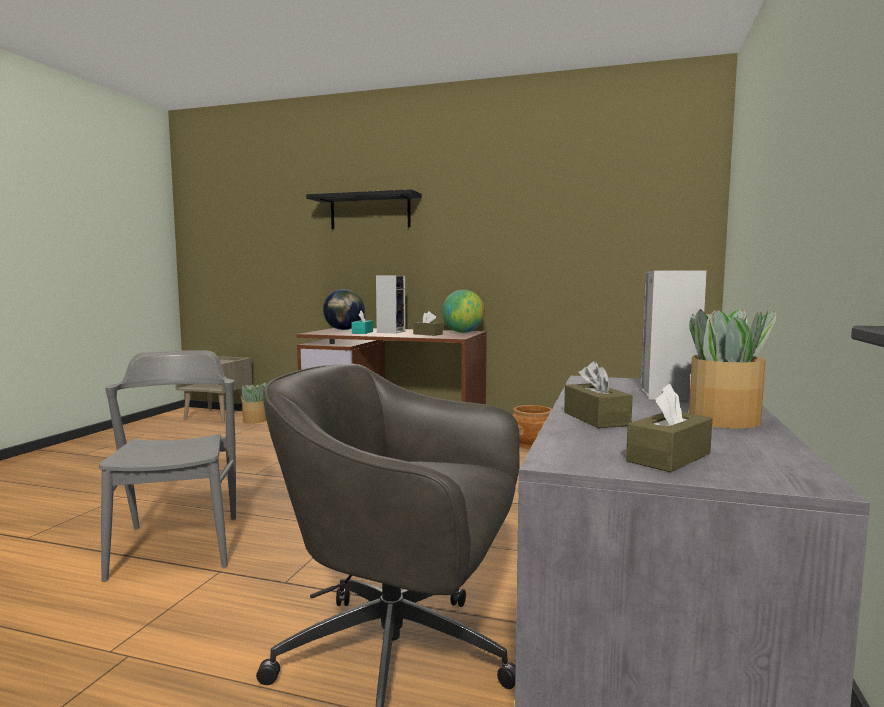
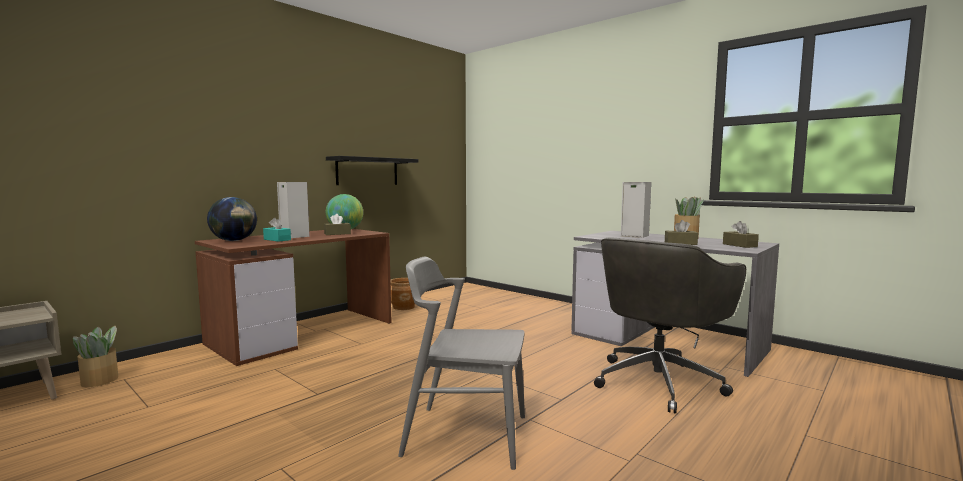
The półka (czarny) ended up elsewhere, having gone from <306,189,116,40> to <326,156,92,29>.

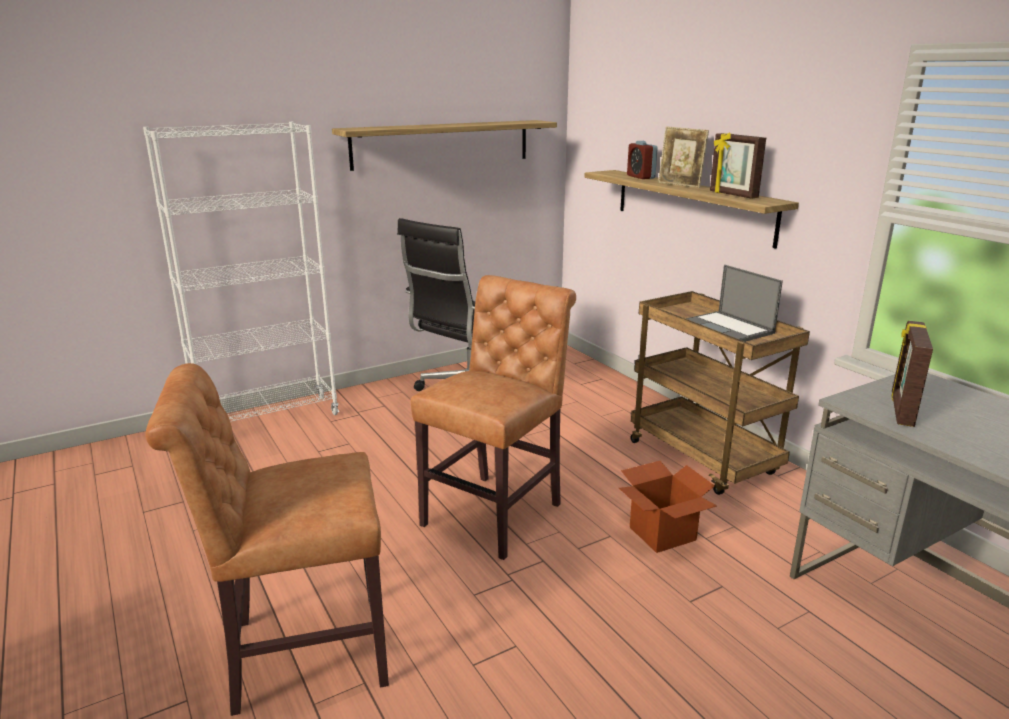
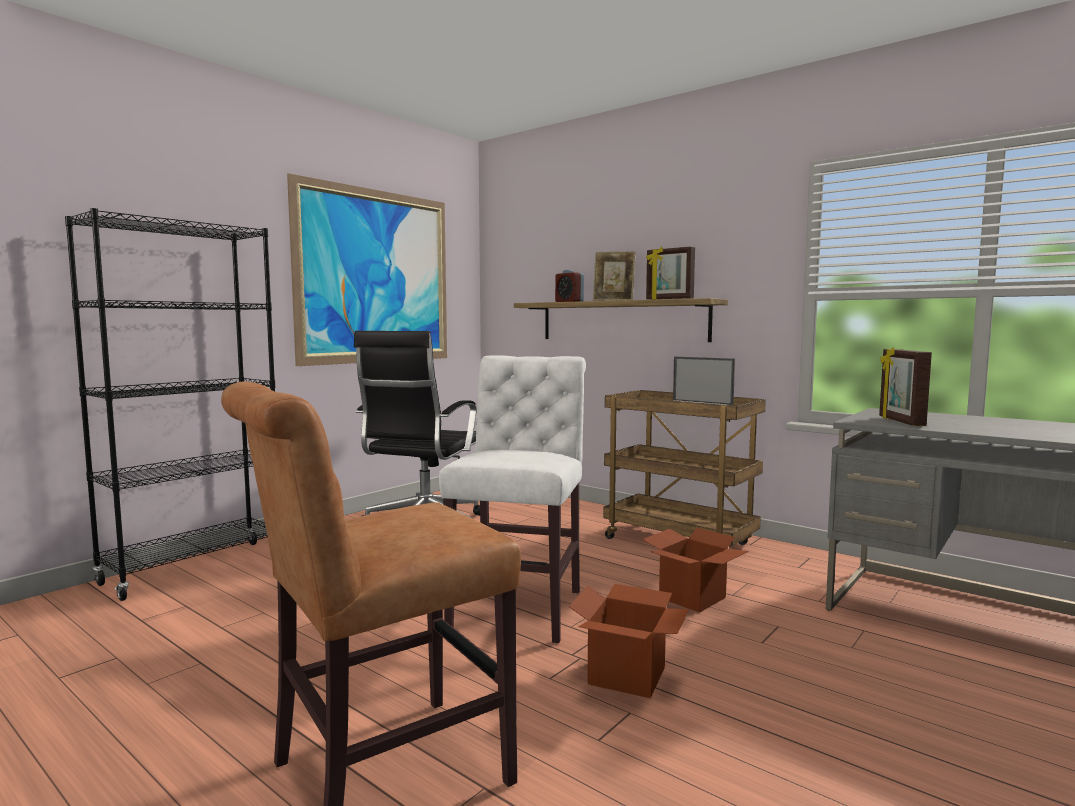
What was the regał (biały) at <143,122,196,300> turned into the regał (czarny) at <65,208,210,393>.
Where the półka hung at <332,120,225,51>, the obraz came to hang at <287,173,160,193>.
What was the krzesło (brązowy) at <411,275,165,285> turned into the krzesło (biały) at <439,355,147,288>.
The second view gained the karton at <569,584,120,114>.

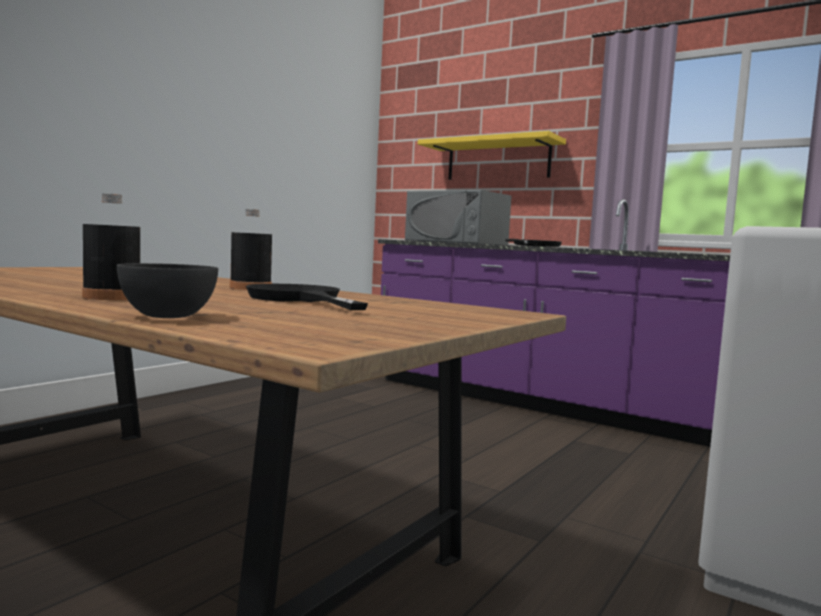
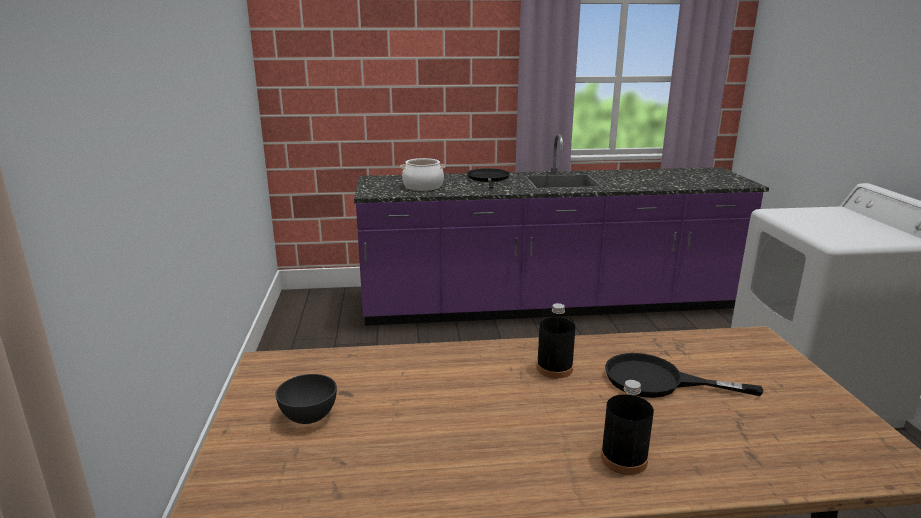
The miska (szary) ended up elsewhere, having gone from <117,263,101,55> to <276,374,61,50>.
Where the mikrofalówka (szary) stood at <405,190,106,55>, the garnek came to stand at <400,158,46,33>.
The second view lost the półka (żółty) at <418,131,148,49>.

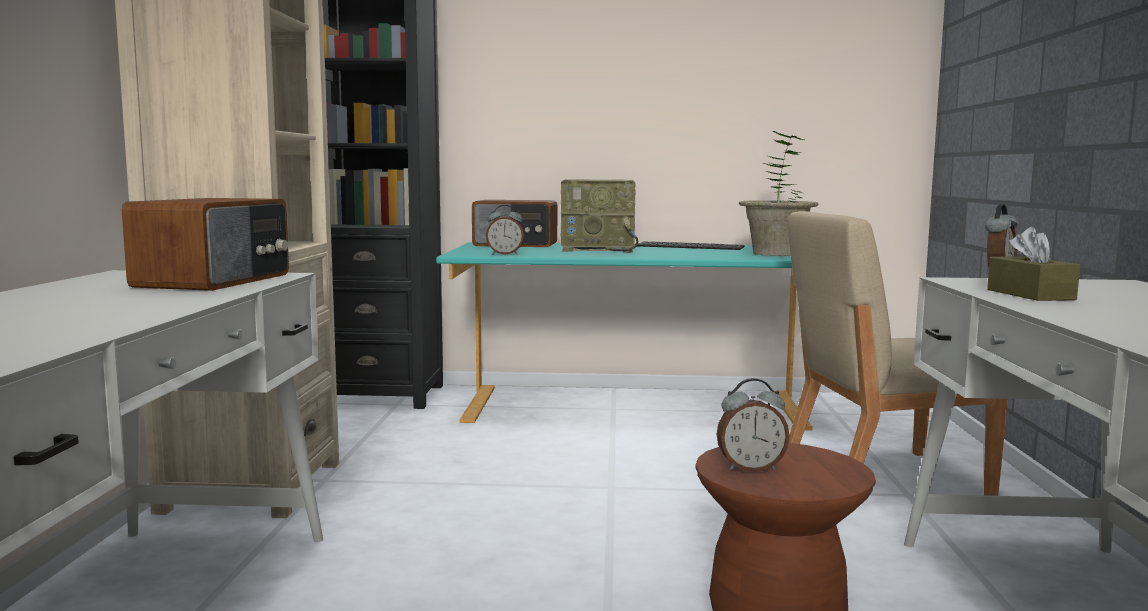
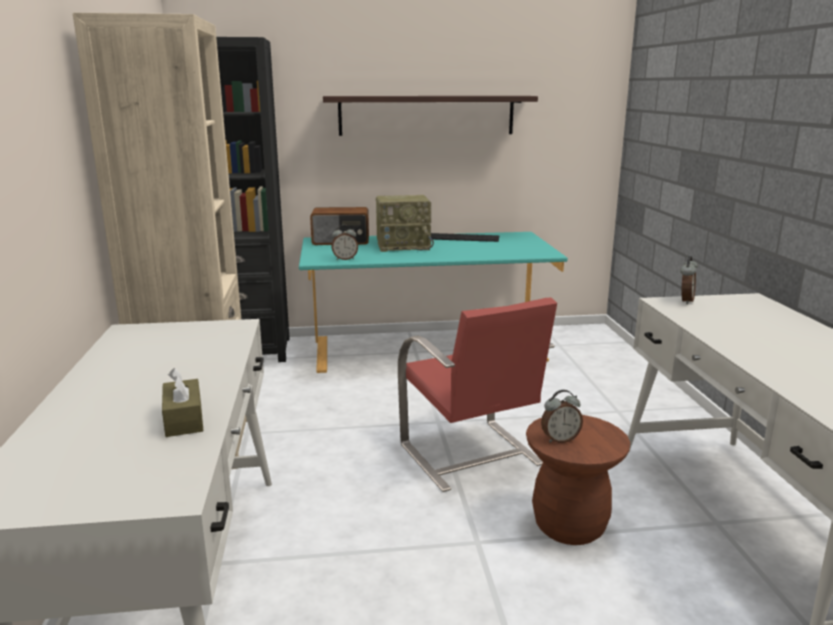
The second view lost the radio at <122,198,167,93>.
The second view lost the roślina doniczkowa at <739,131,79,125>.
The second view lost the krzesło (beżowy) at <788,211,220,285>.
The pudełko chusteczek (brązowy) ended up elsewhere, having gone from <987,227,93,74> to <162,368,41,69>.
The second view gained the półka at <323,96,215,40>.
The second view gained the krzesło (czerwony) at <398,298,159,194>.

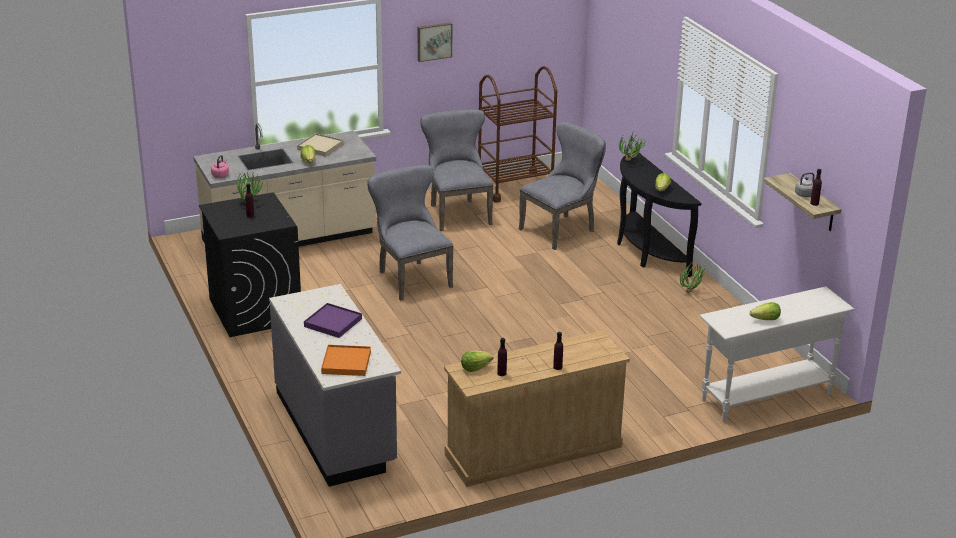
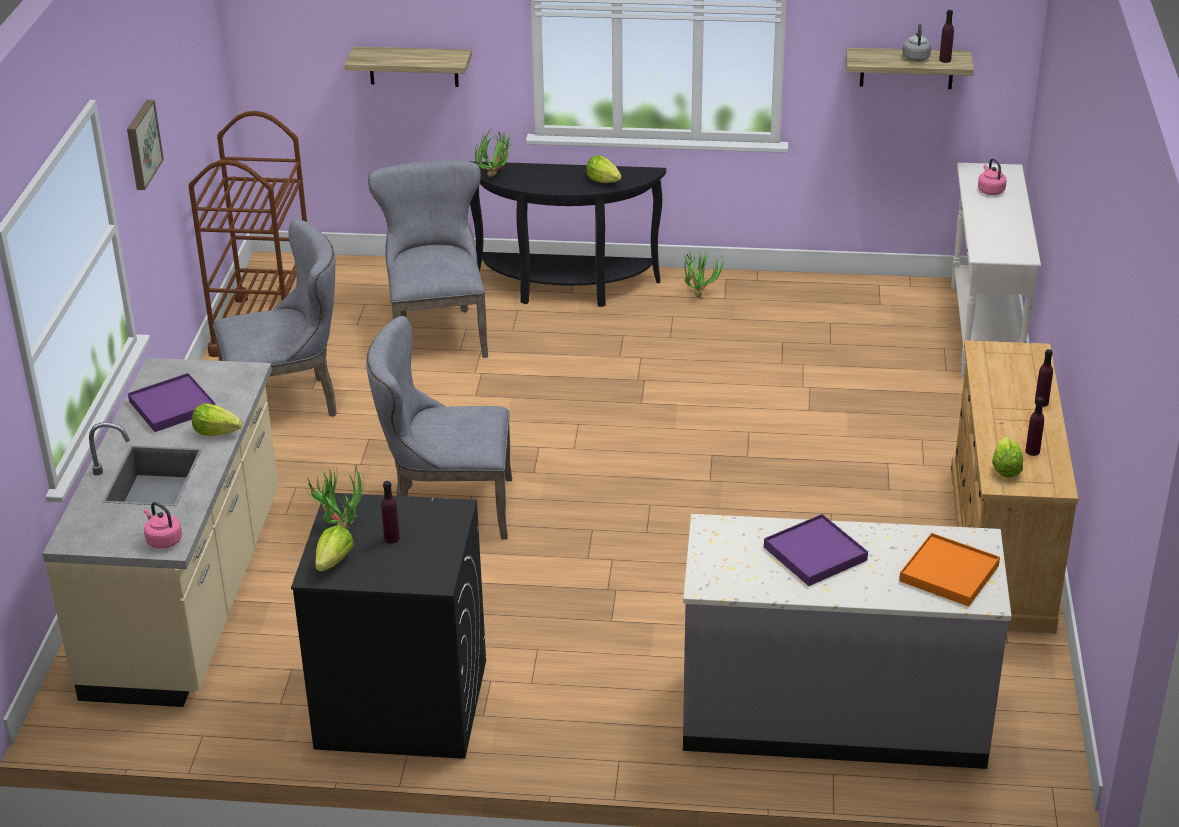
What was the taca (beżowy) at <297,133,47,24> turned into the taca (fioletowy) at <128,373,87,59>.
The krzesło (szary) at <421,110,72,121> ended up facing another way, 150 degrees clockwise from before.
The sałata ended up elsewhere, having gone from <750,302,31,18> to <315,525,39,46>.
The second view gained the półka at <345,46,127,41>.
The second view gained the czajnik (różowy) at <978,158,29,37>.

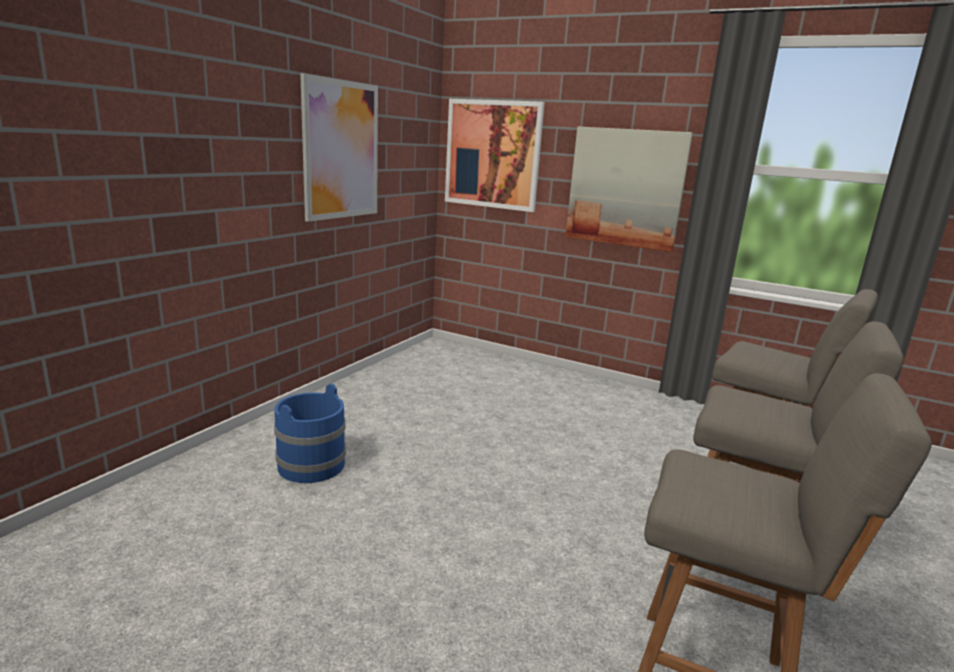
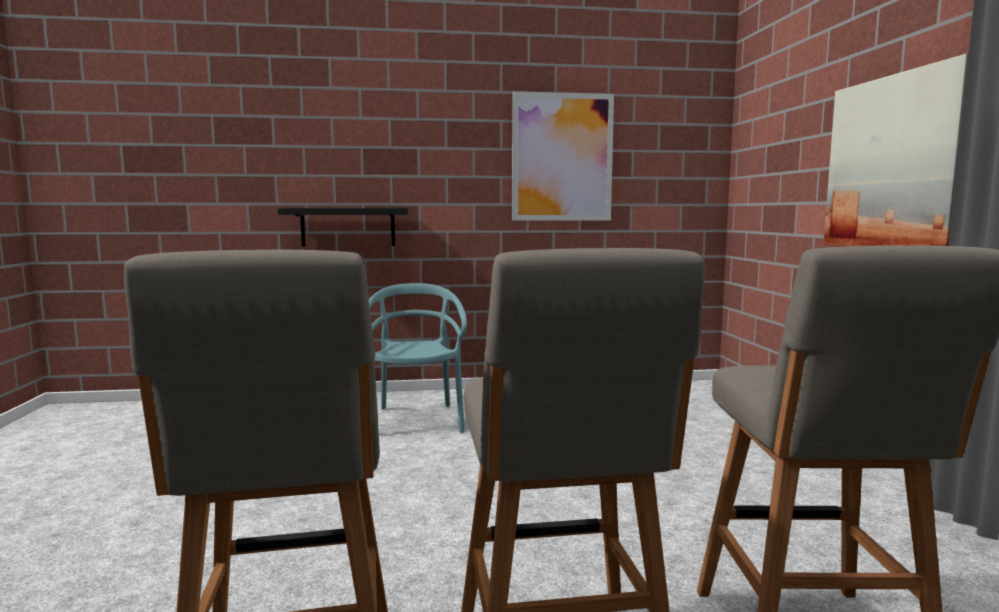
Where the wiadro (niebieski) stood at <274,383,72,100>, the krzesło (turkusowy) came to stand at <369,283,98,150>.
The second view lost the obraz at <445,99,100,113>.
The second view gained the półka (czarny) at <278,208,130,39>.

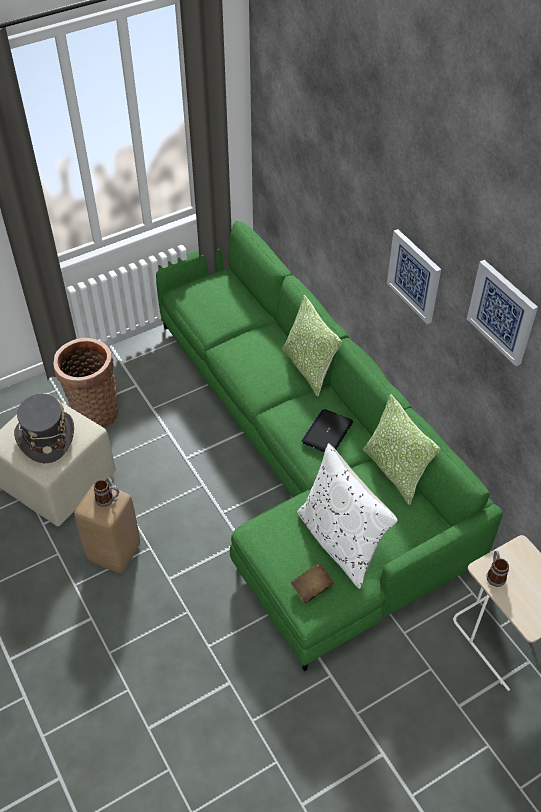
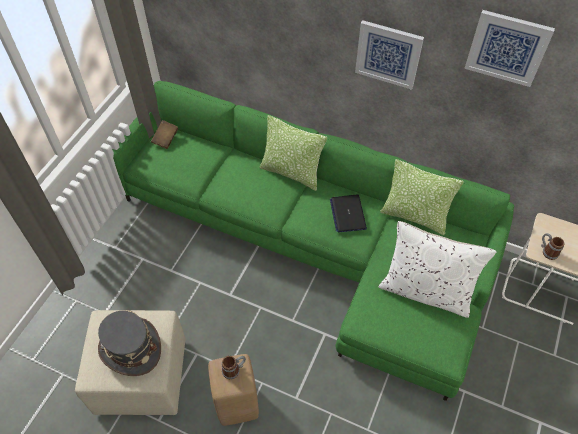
The second view lost the koszyk at <53,338,66,90>.
The książka (brązowy) ended up elsewhere, having gone from <291,562,43,41> to <151,120,27,29>.

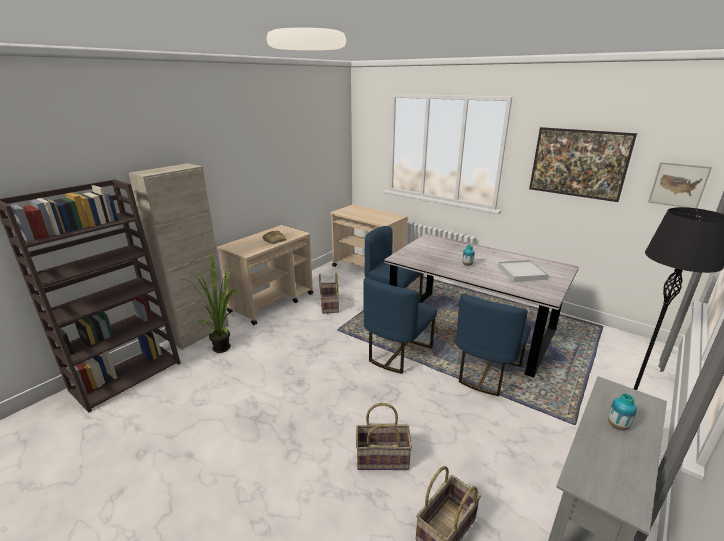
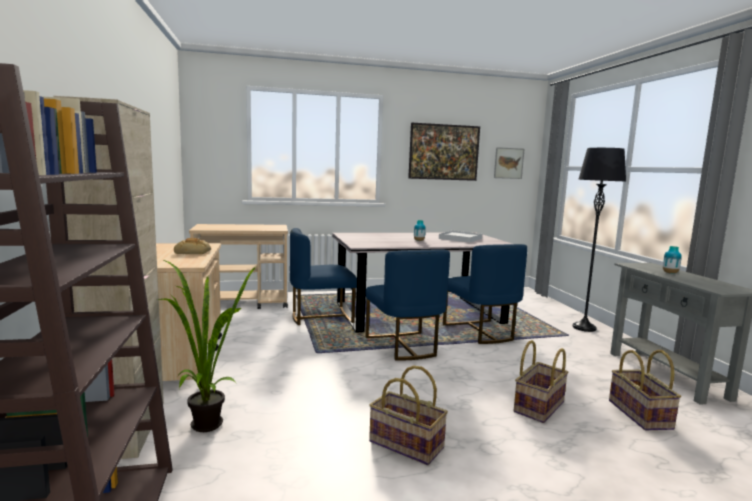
The koszyk ended up elsewhere, having gone from <319,273,20,41> to <369,365,79,100>.

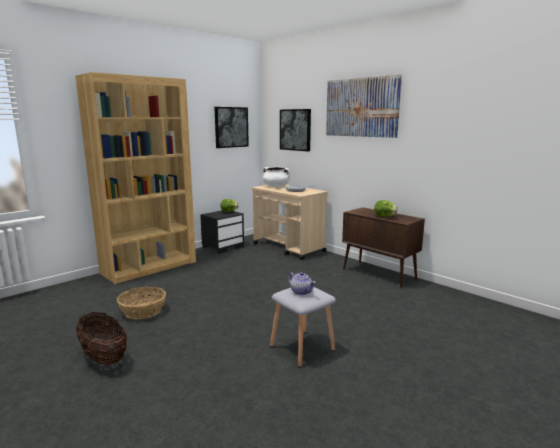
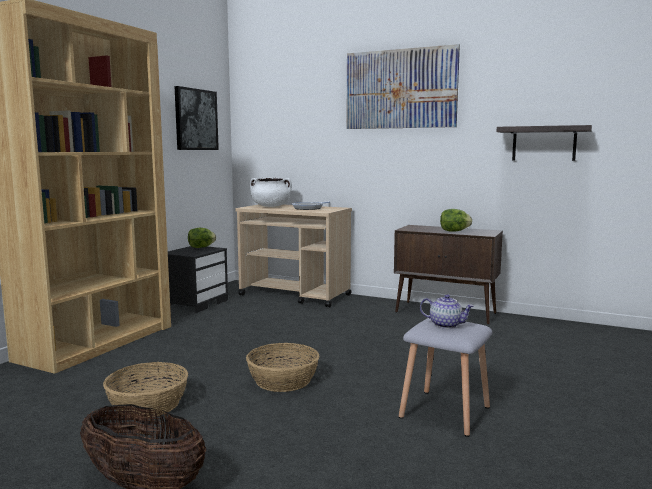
The second view lost the obraz at <280,109,31,42>.
The second view gained the koszyk at <246,343,73,49>.
The second view gained the półka at <497,125,95,36>.

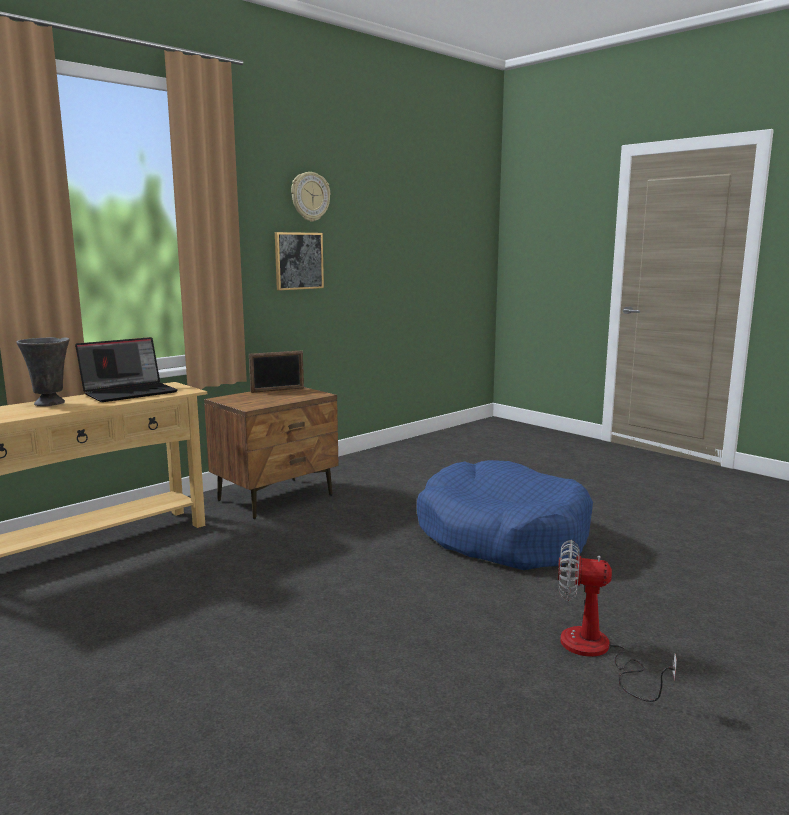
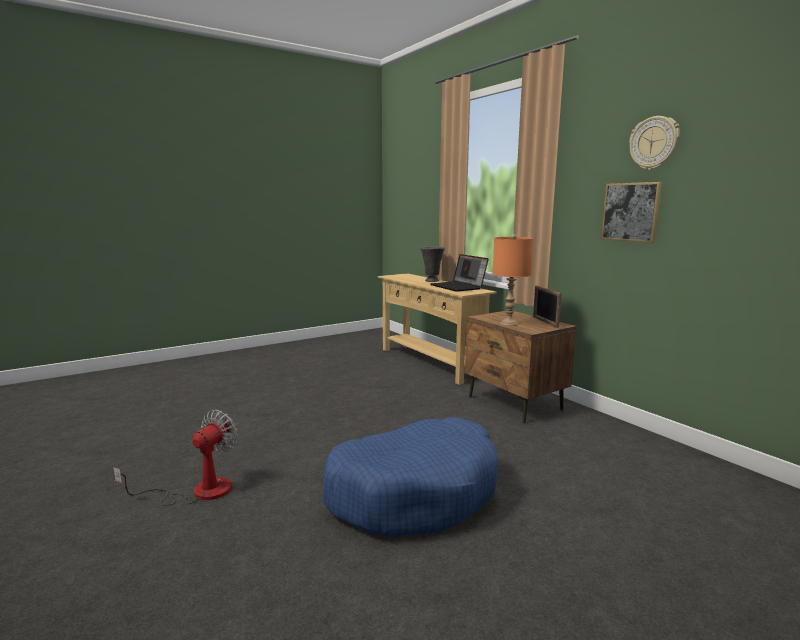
The second view gained the lampa stołowa (pomarańczowy) at <492,234,42,92>.

